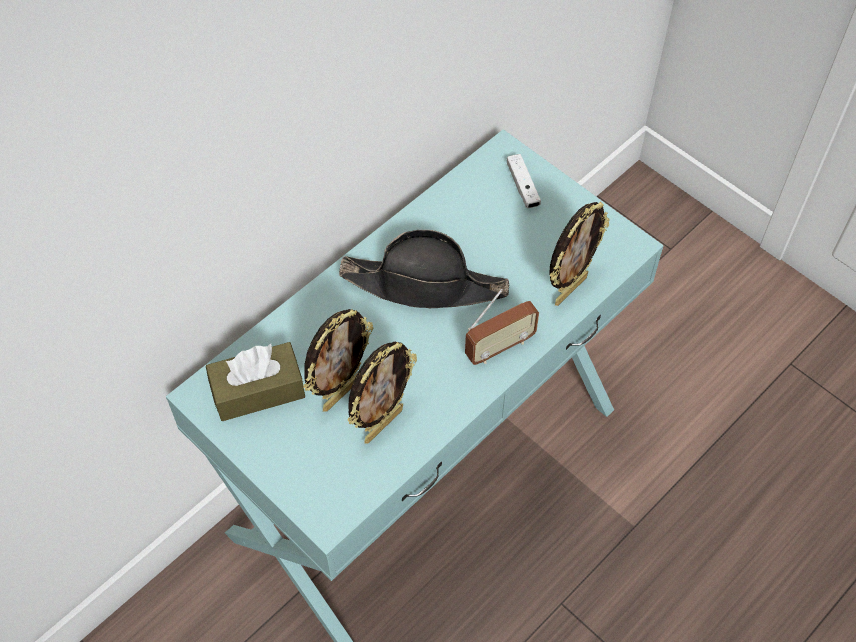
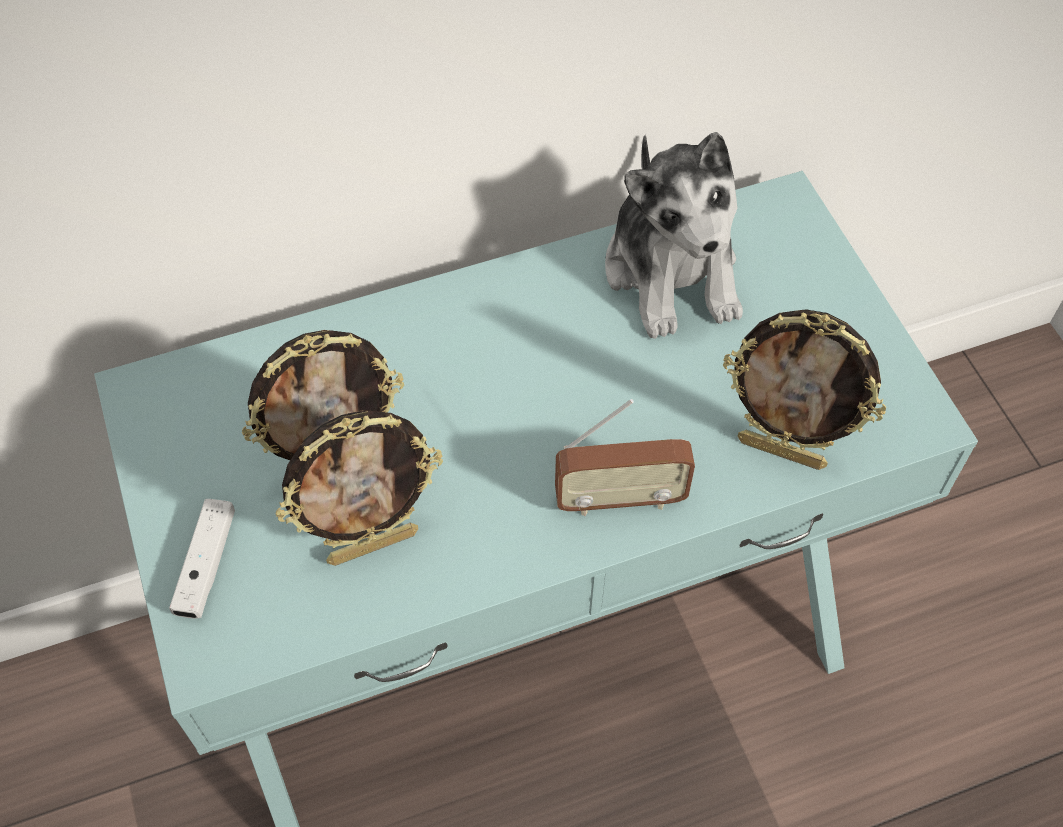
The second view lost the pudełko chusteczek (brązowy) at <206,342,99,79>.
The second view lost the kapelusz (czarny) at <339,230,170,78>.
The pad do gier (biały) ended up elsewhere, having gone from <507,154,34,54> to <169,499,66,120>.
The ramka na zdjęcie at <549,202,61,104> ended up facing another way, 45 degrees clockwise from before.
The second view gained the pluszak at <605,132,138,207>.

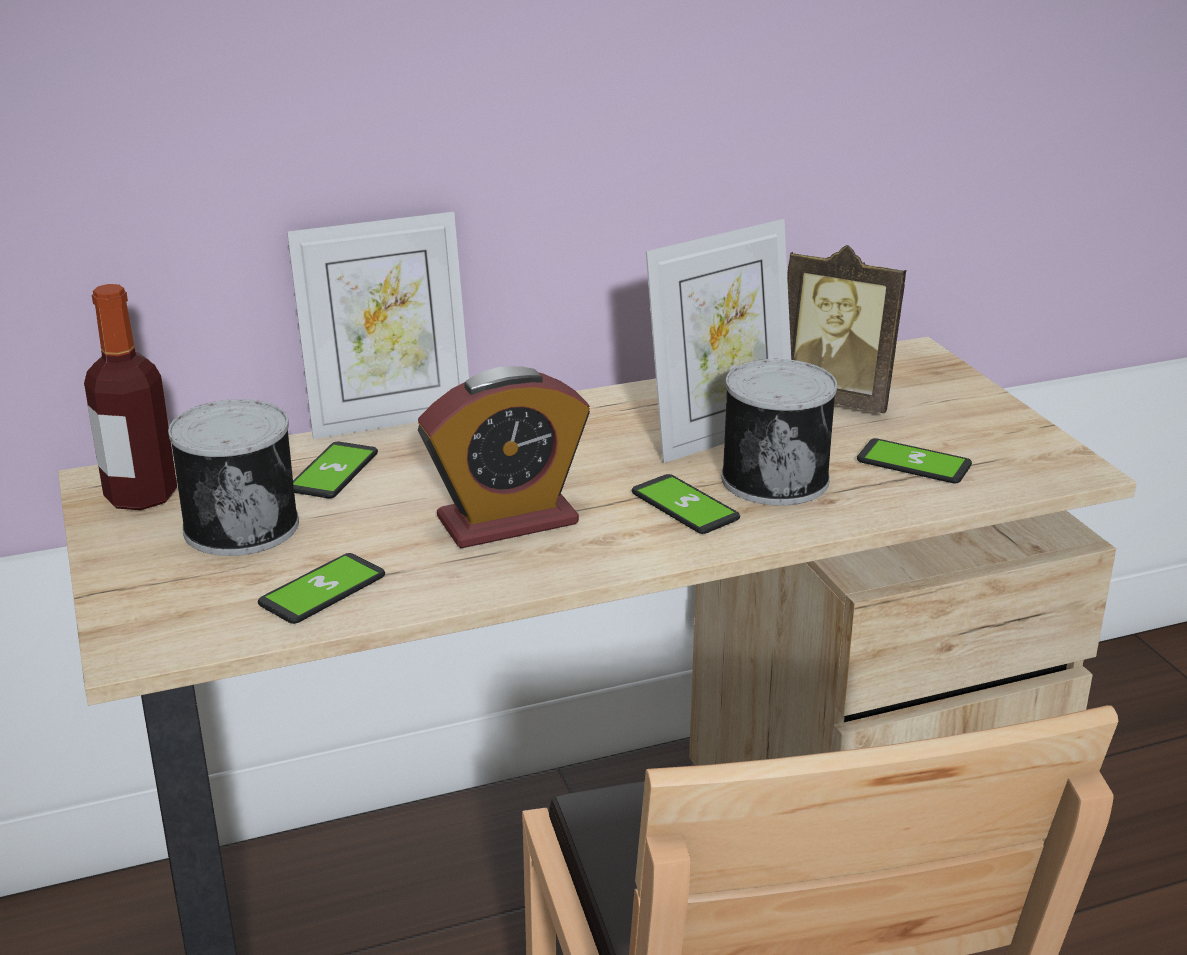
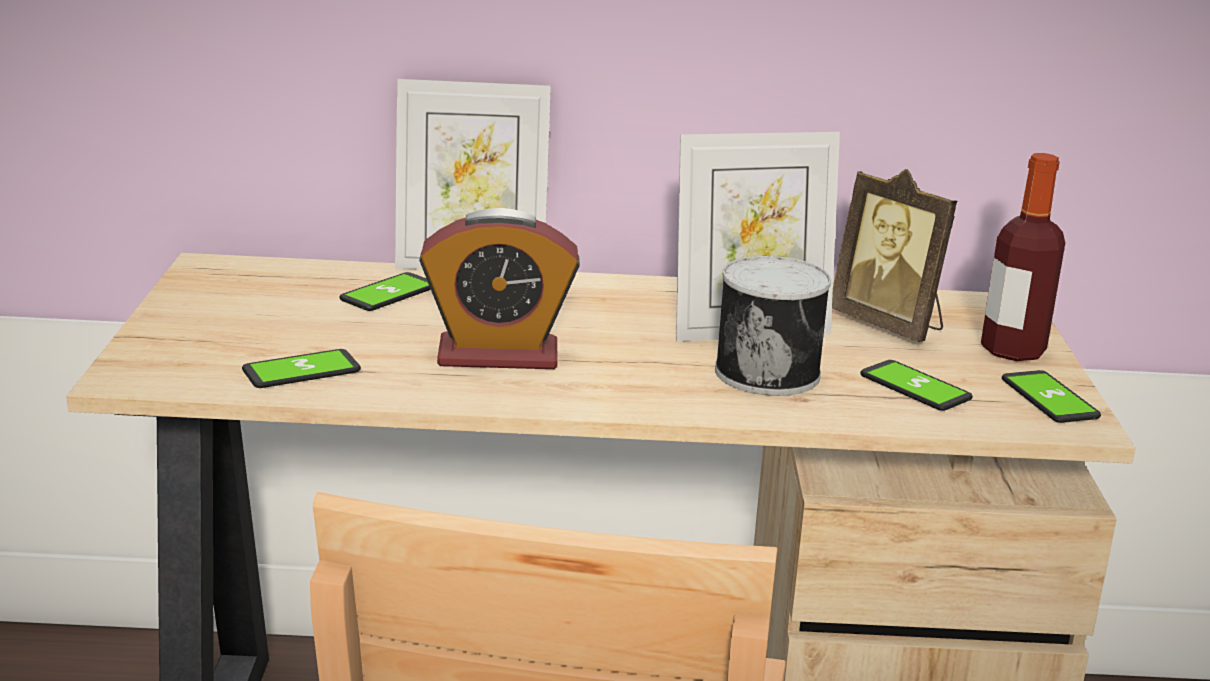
The butelka ended up elsewhere, having gone from <84,284,93,226> to <981,153,84,208>.
The second view lost the puszka at <168,399,131,157>.
The telefon ended up elsewhere, having gone from <632,474,108,60> to <1002,370,99,53>.

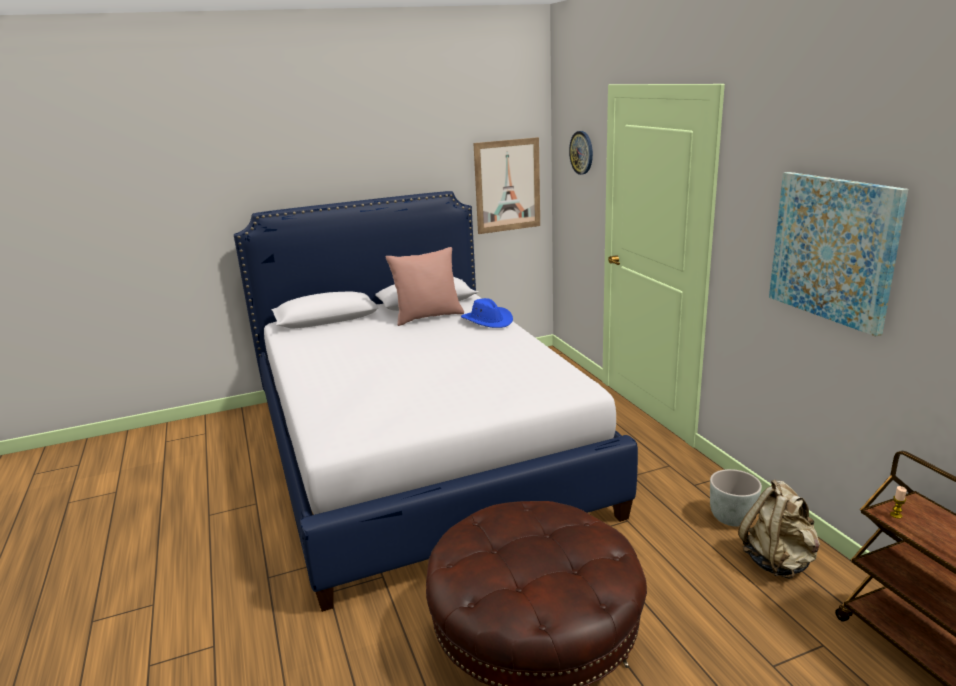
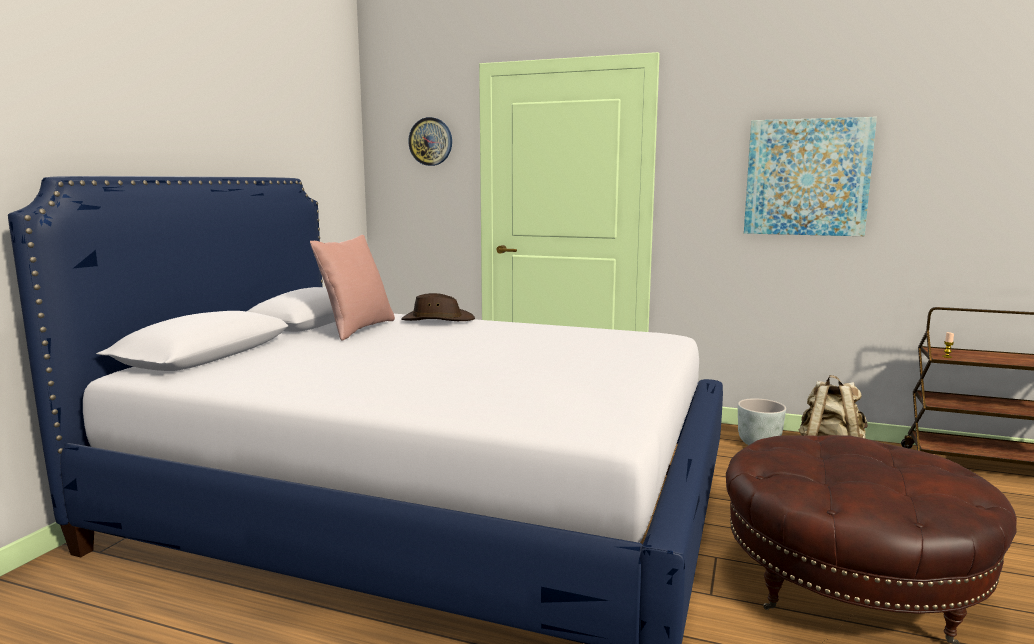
What was the kapelusz (niebieski) at <461,298,52,30> turned into the kapelusz (brązowy) at <401,293,74,28>.
The second view lost the obraz at <474,137,66,97>.

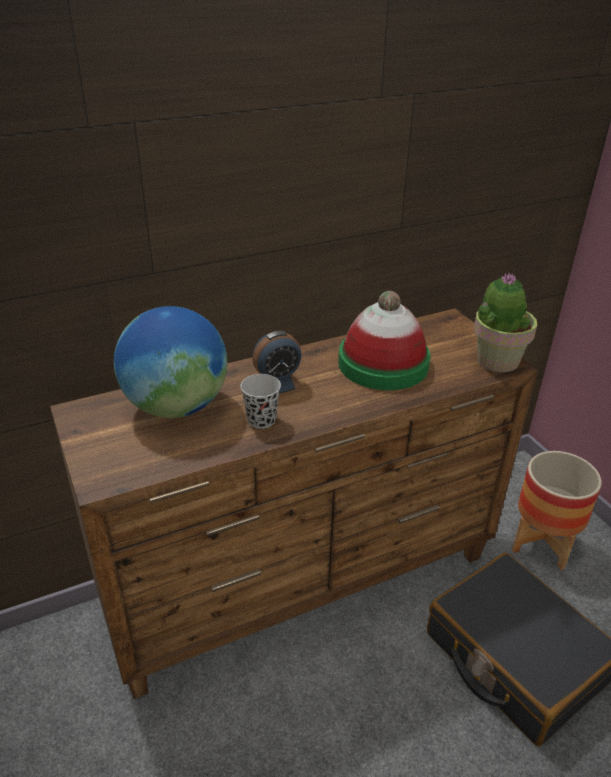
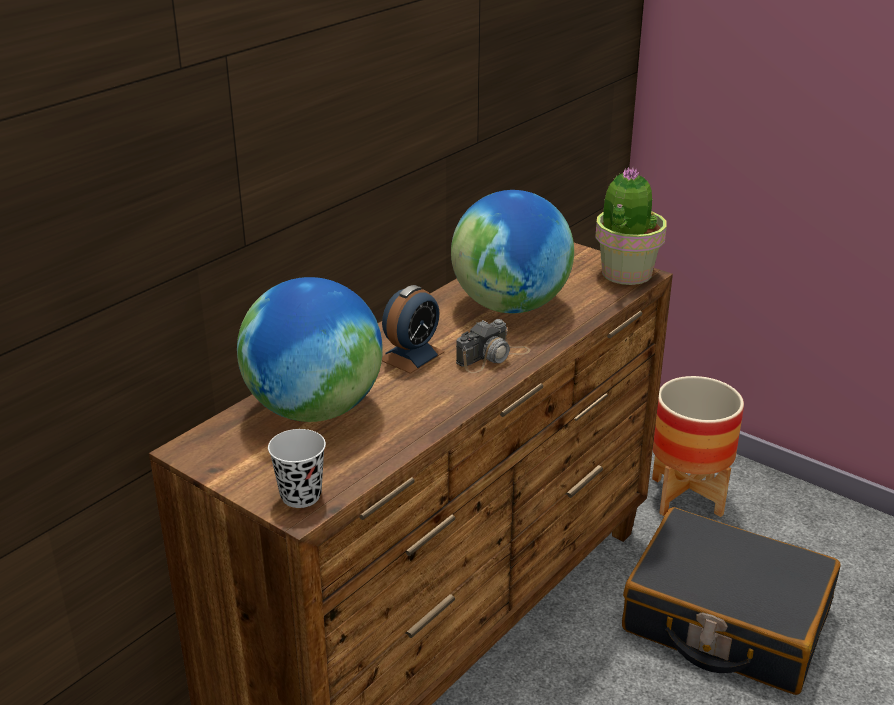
The filiżanka (czarny) ended up elsewhere, having gone from <240,374,41,55> to <268,429,58,79>.
Where the kapelusz stood at <338,291,92,99>, the globus came to stand at <451,190,123,123>.
The second view gained the aparat fotograficzny at <456,319,74,54>.

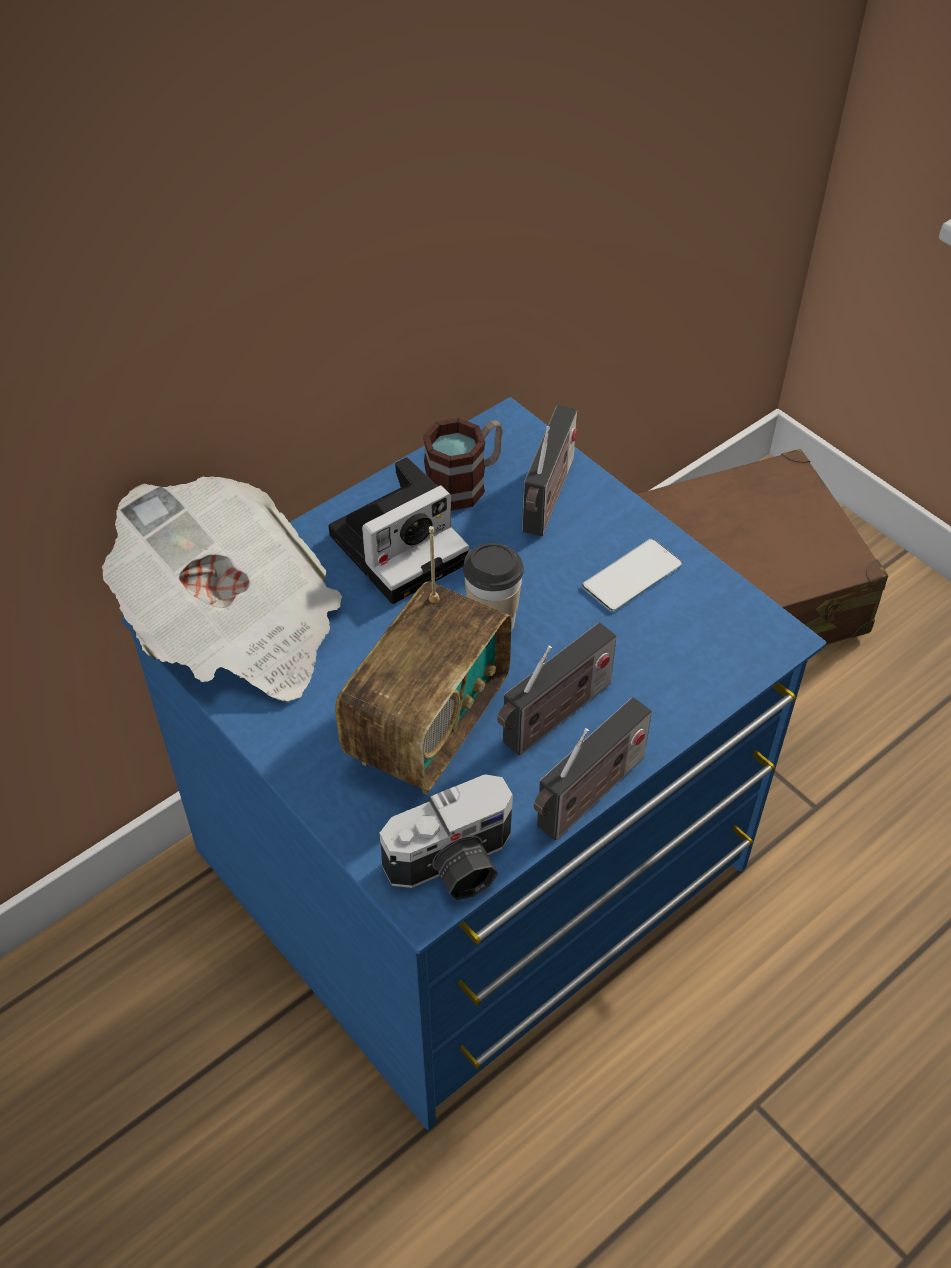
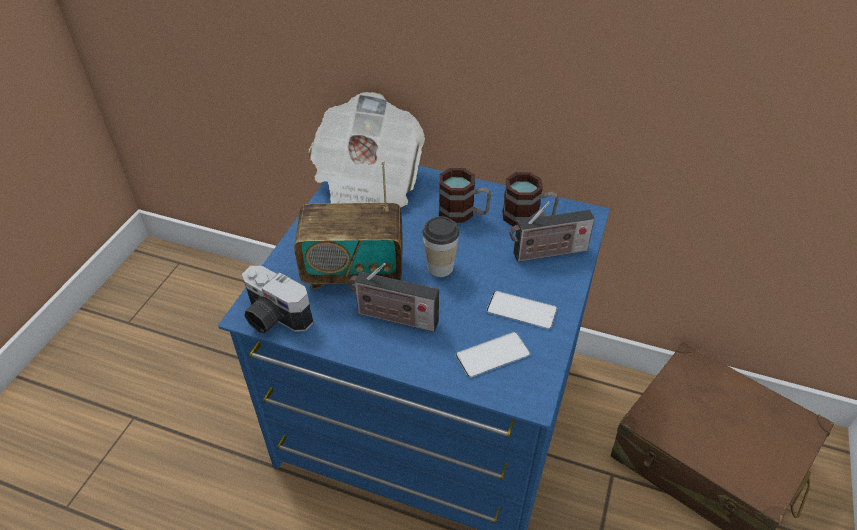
Where the aparat fotograficzny stood at <328,457,141,147>, the kubek came to stand at <439,168,52,55>.
The second view lost the radio at <534,697,118,143>.
The second view gained the telefon at <455,332,75,46>.

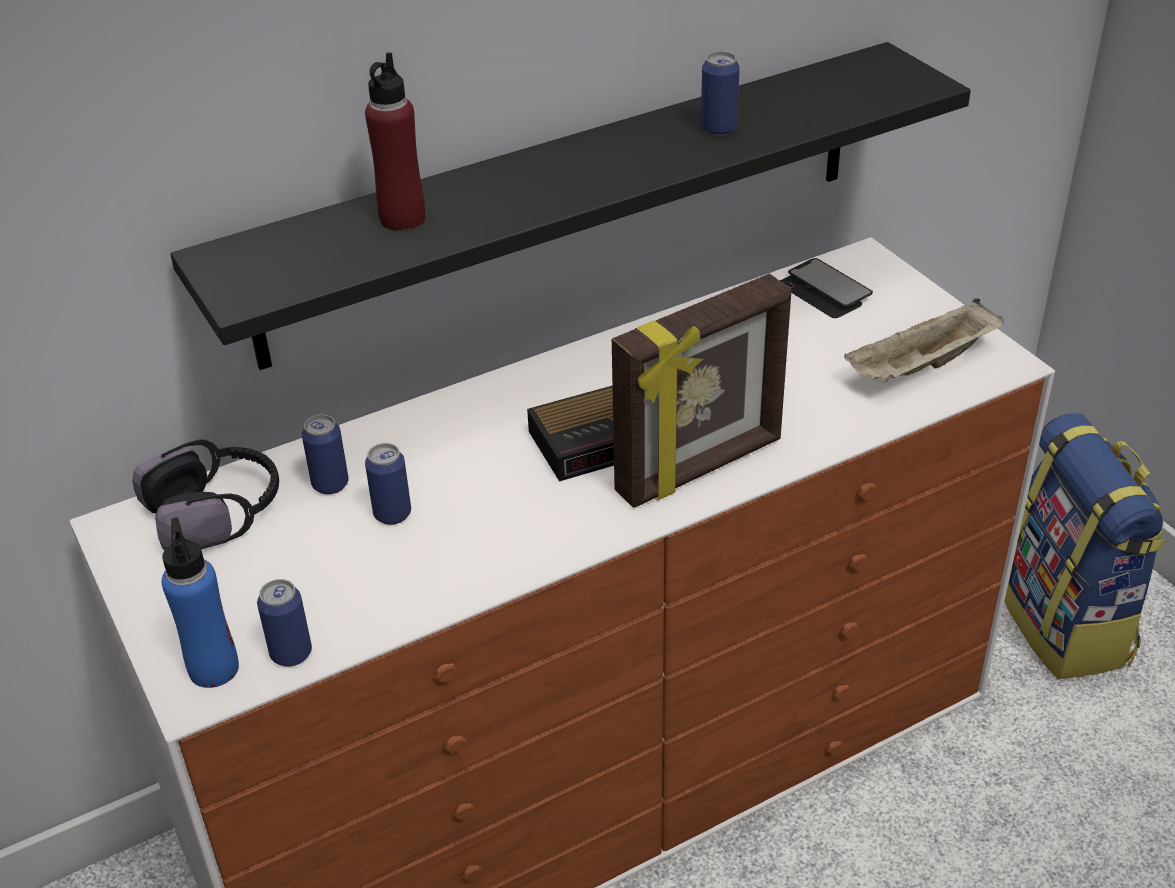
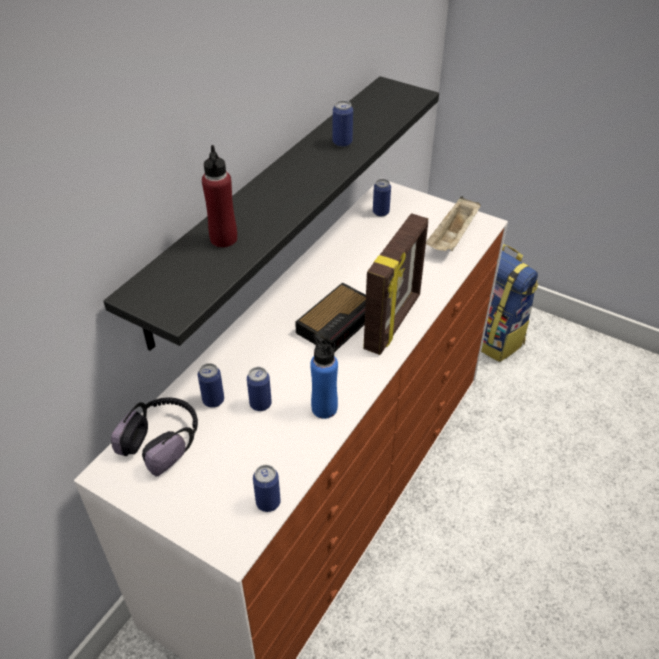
The butelka (niebieski) ended up elsewhere, having gone from <162,517,77,171> to <310,334,28,85>.
Where the telefon stood at <780,258,93,60>, the puszka came to stand at <373,179,18,38>.

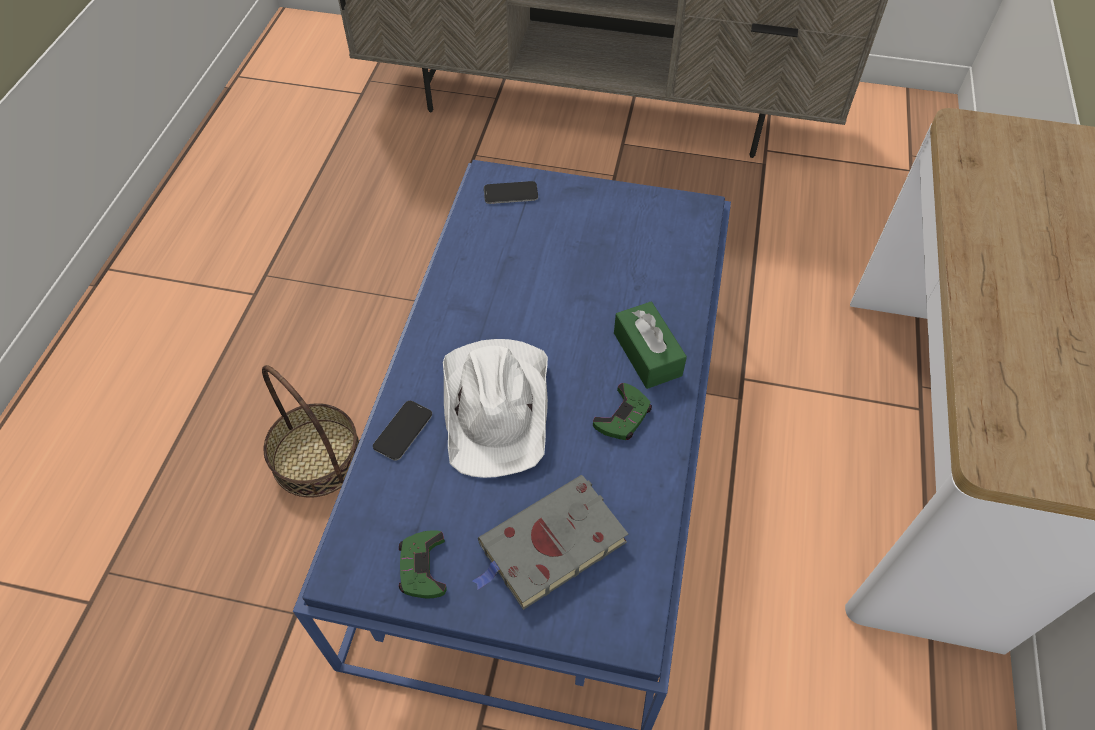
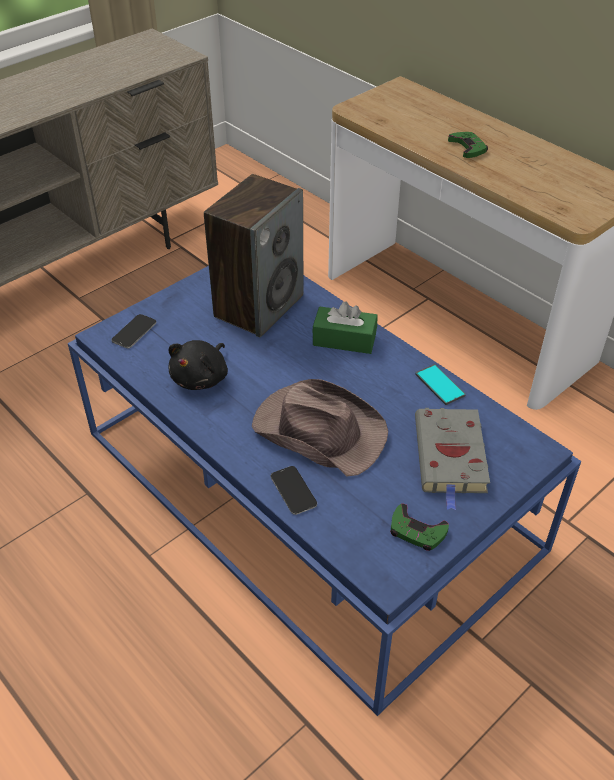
The second view lost the koszyk at <262,365,98,133>.
What was the kapelusz (biały) at <443,339,105,139> turned into the kapelusz (brązowy) at <252,379,136,97>.
The pad do gier (zielony) ended up elsewhere, having gone from <593,383,59,57> to <448,132,40,26>.
The second view gained the pluszak (czarny) at <168,340,60,50>.
The second view gained the głośnik at <204,174,99,163>.
The second view gained the telefon at <415,364,50,41>.

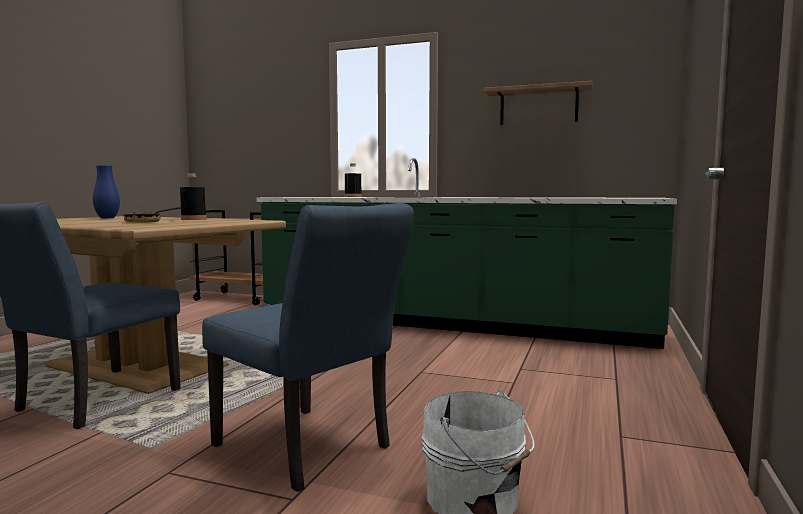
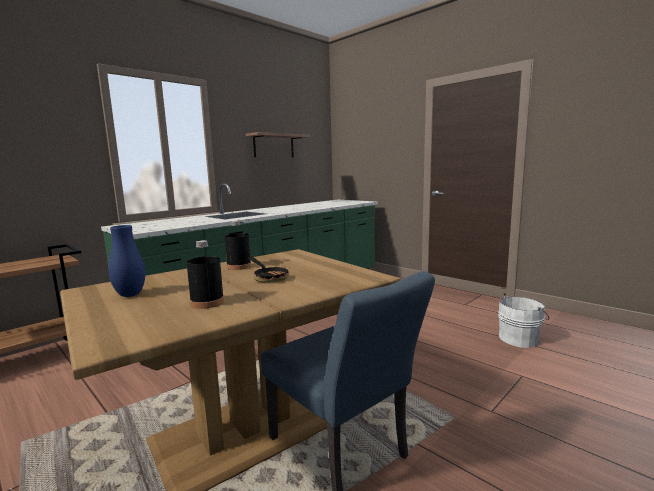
The second view lost the krzesło (niebieski) at <202,203,212,289>.
The butelka (czarny) ended up elsewhere, having gone from <345,163,17,34> to <187,240,37,69>.

